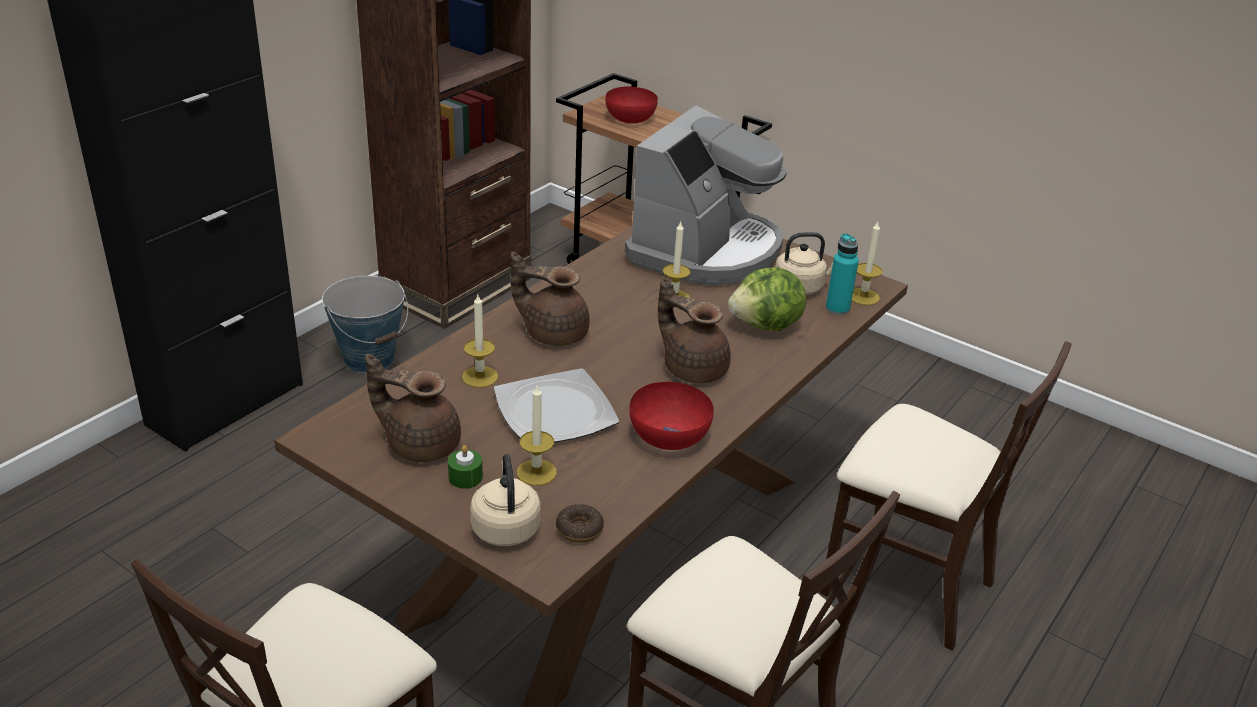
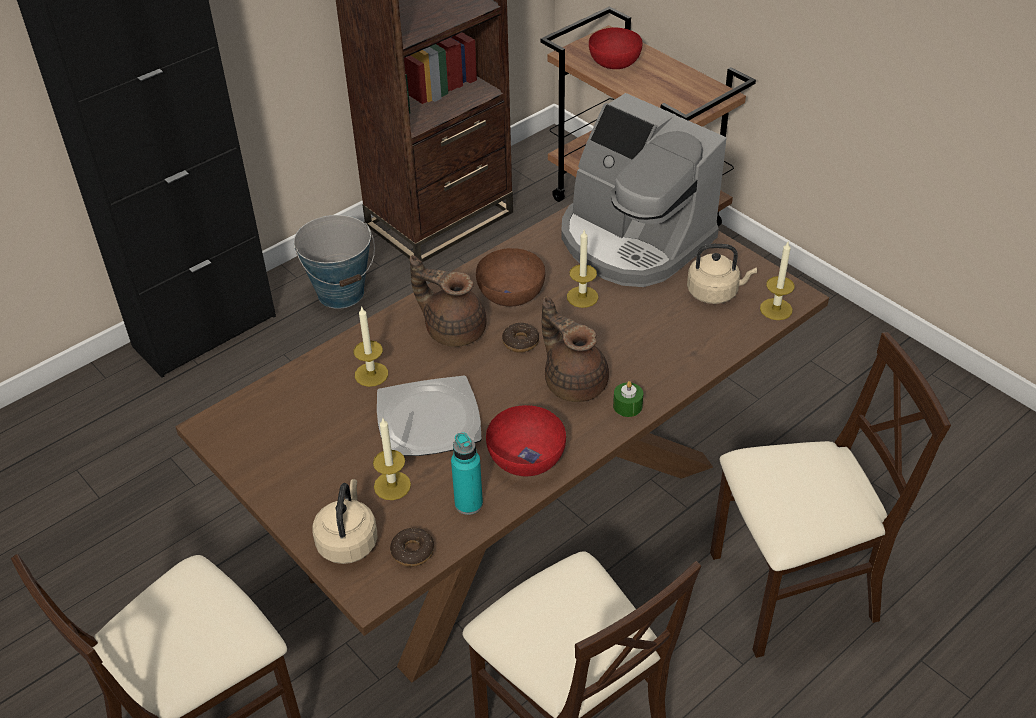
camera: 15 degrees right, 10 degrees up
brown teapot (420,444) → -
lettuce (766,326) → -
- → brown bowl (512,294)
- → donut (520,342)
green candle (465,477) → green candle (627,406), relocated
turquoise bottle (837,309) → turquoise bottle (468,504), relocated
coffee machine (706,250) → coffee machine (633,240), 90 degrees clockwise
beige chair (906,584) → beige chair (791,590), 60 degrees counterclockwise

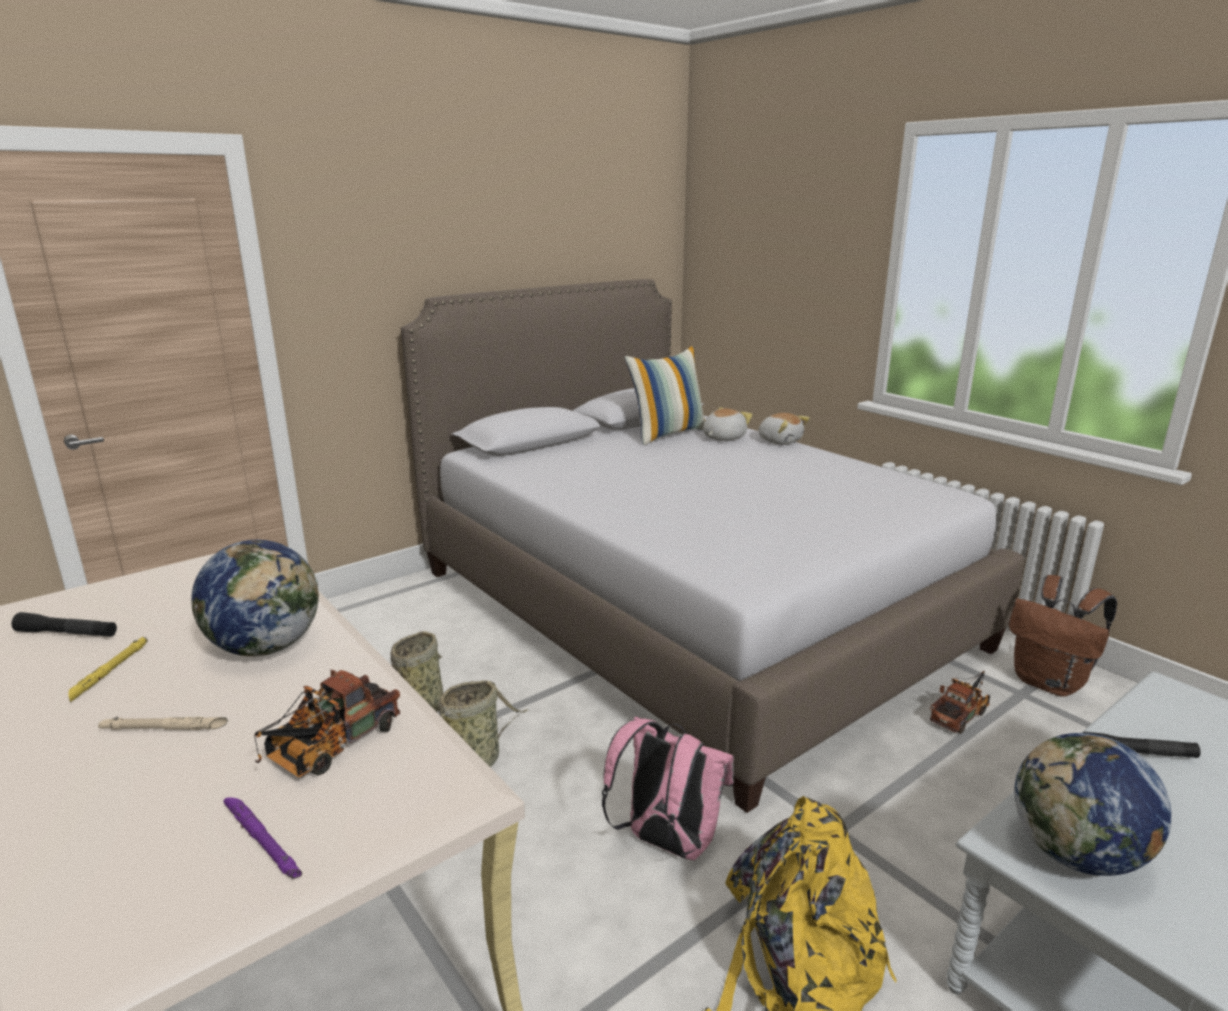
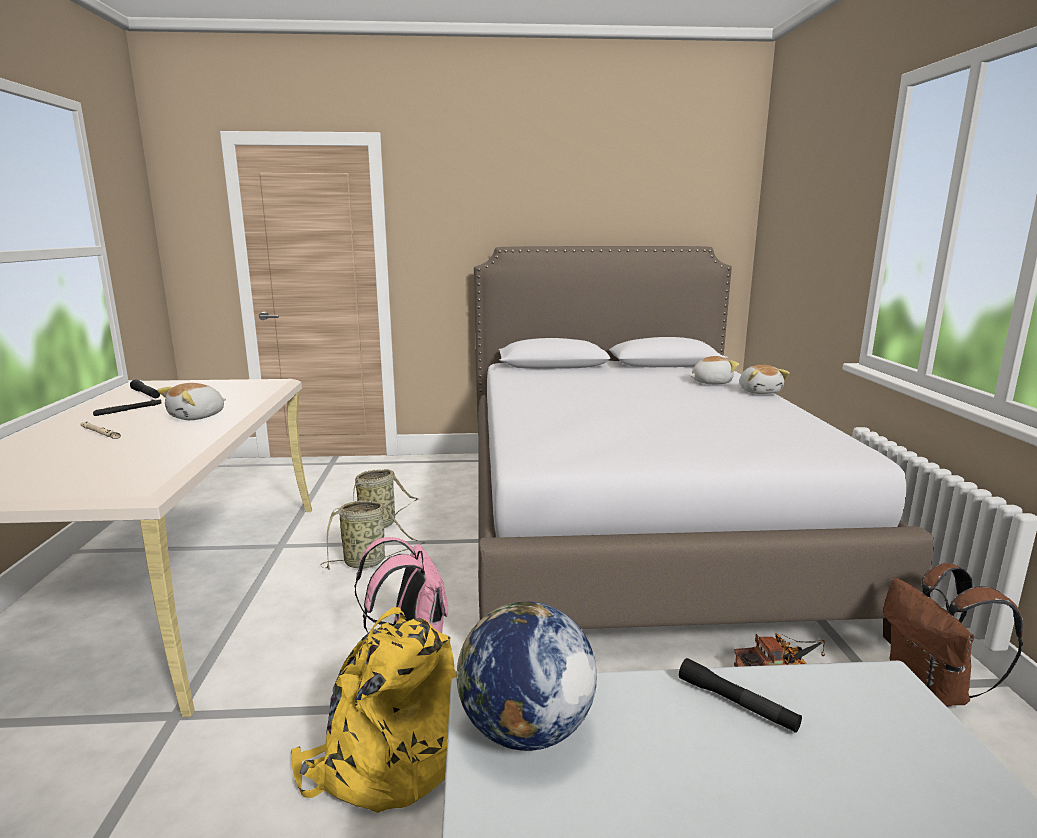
camera: 35 degrees right, 5 degrees down
purple flashlight (262,841) → -
toy truck (329,748) → -
pillow (668,434) → -
globe (267,647) → plush toy (198,417)
yellow flashlight (109,672) → black flashlight (128,410)

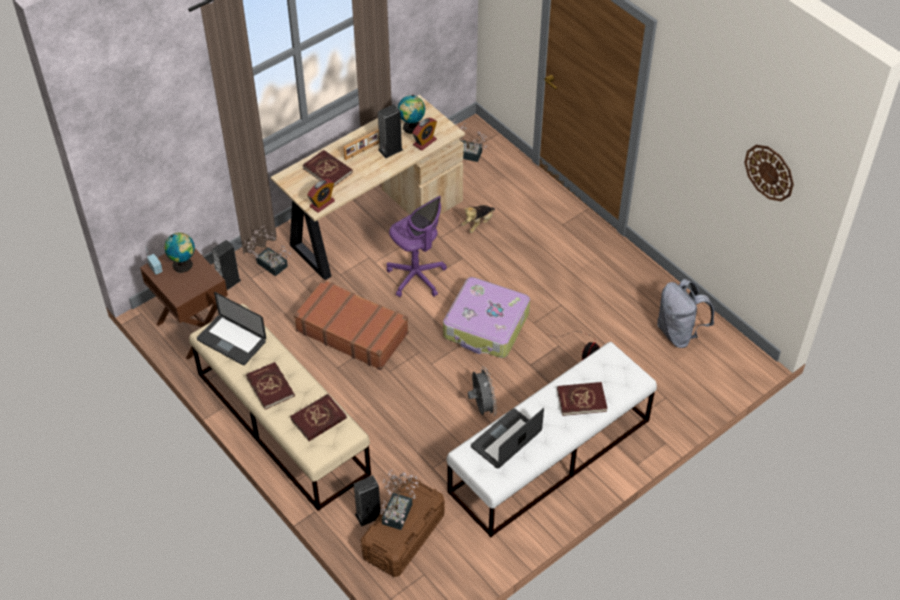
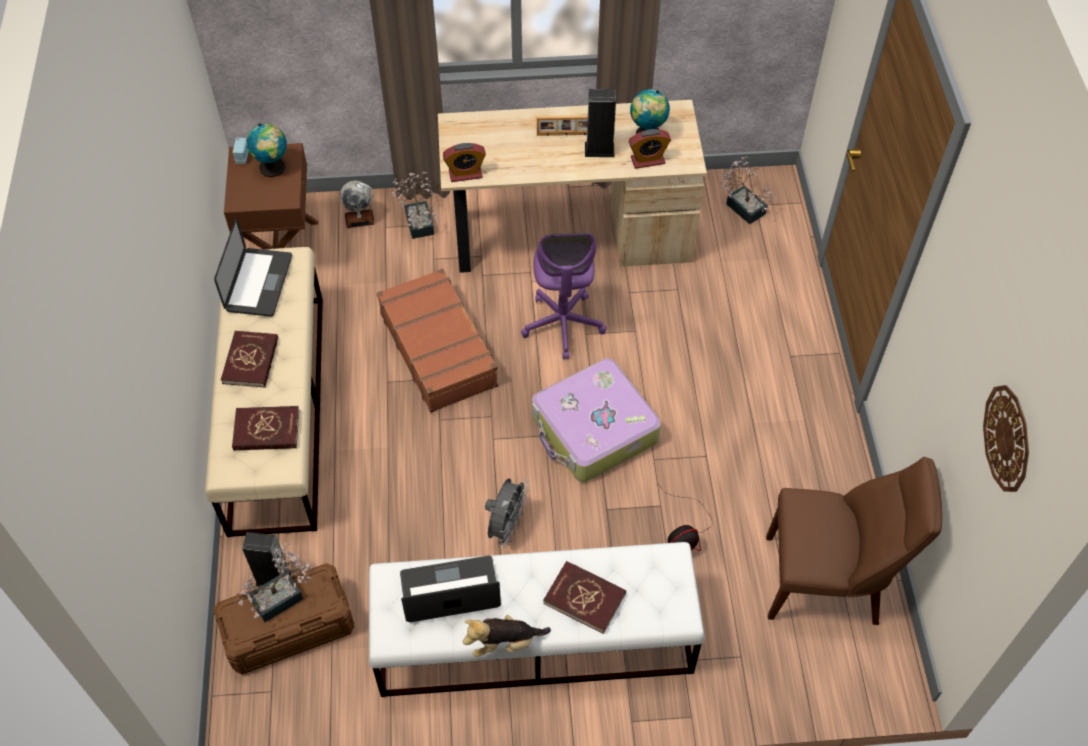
camera: 35 degrees right, 5 degrees up
red book (327,170) → -
plush toy (478,224) → plush toy (504,643), relocated
speaker (229,282) → globe (359,219)
grey backpack (679,333) → brown chair (828,581)
laptop (231,340) → laptop (259,283), 150 degrees counterclockwise

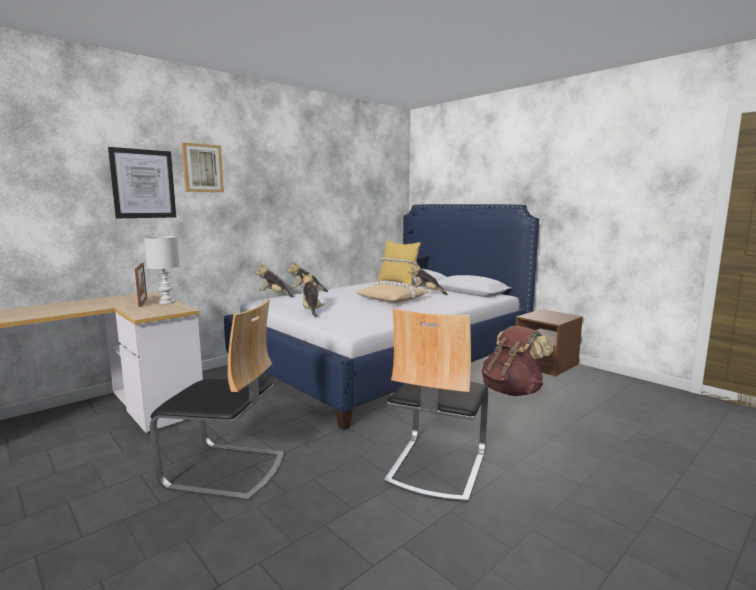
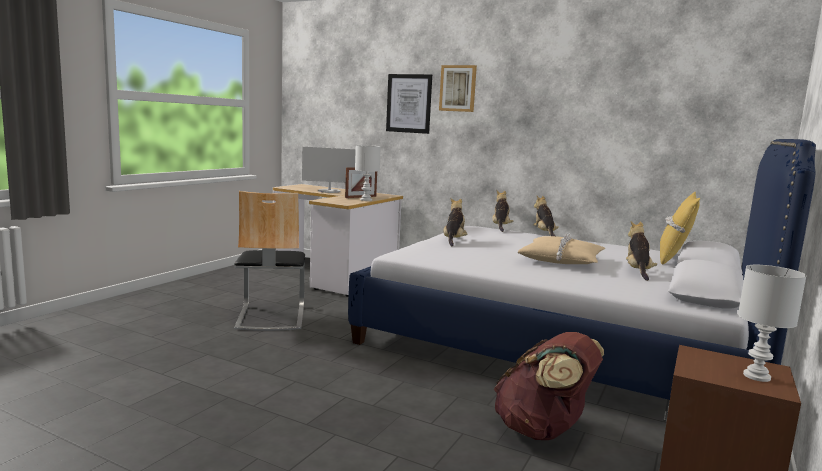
camera: 70 degrees right, 0 degrees up
chair (436,466) → -
- → monitor (329,191)
- → white table lamp (757,377)
plush toy (311,311) → plush toy (454,240), 45 degrees counterclockwise

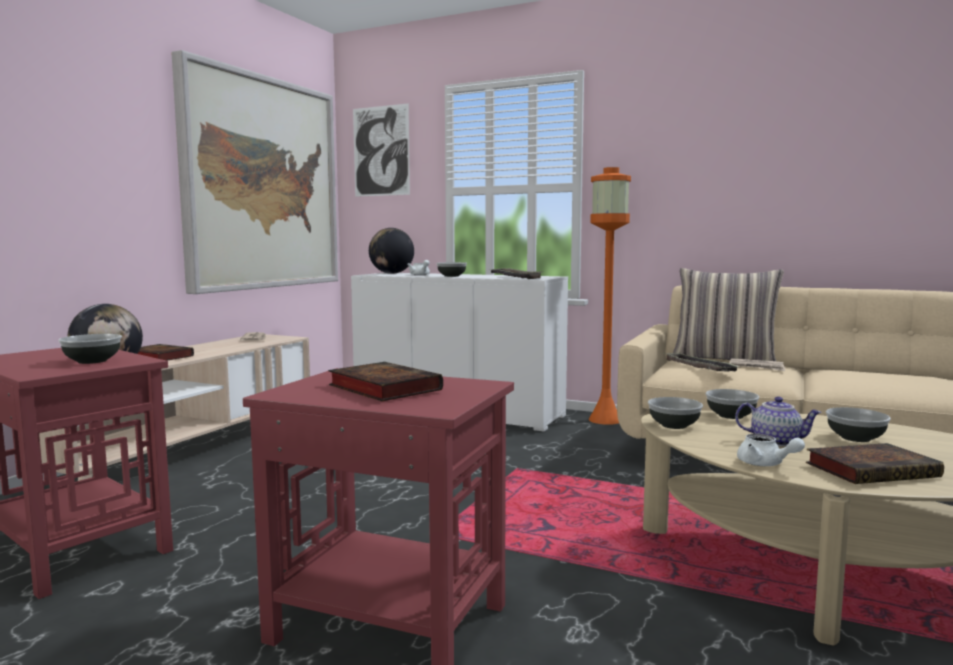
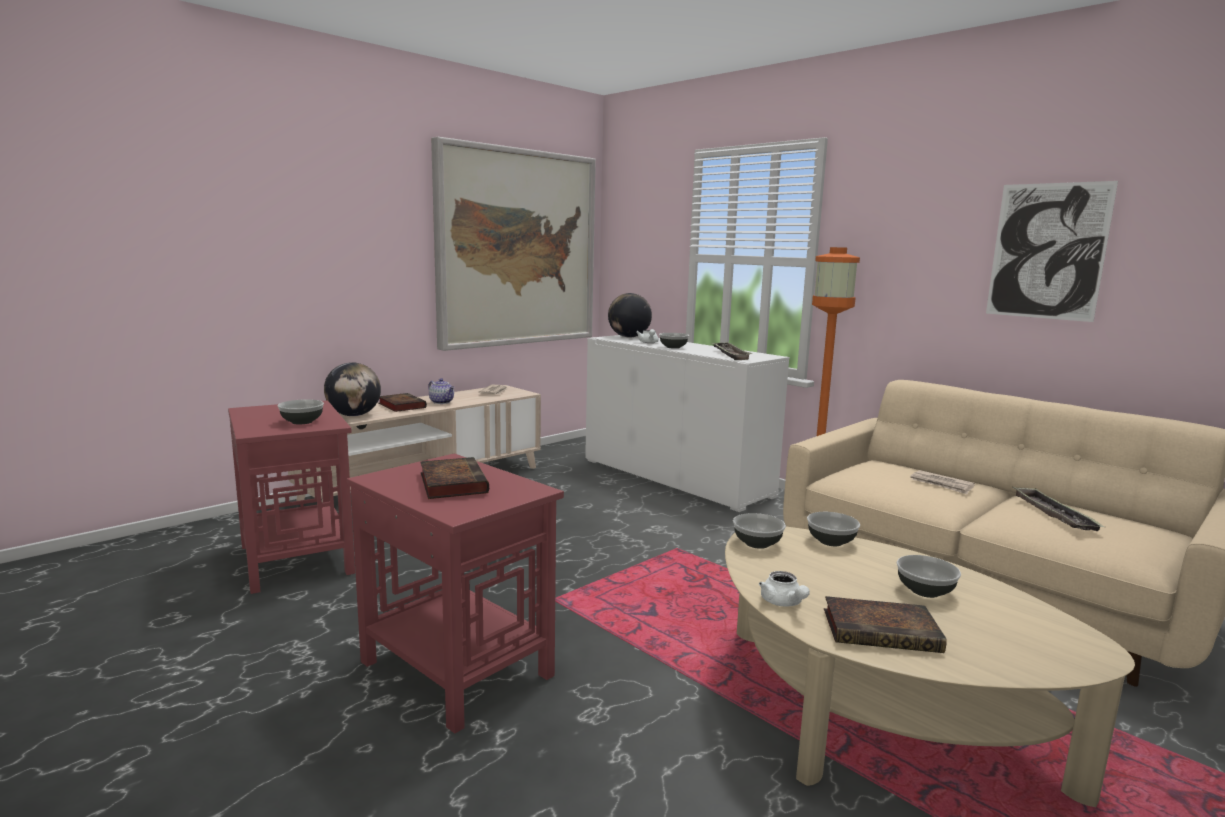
camera: 20 degrees right, 5 degrees up
pillow (724,359) → -
picture (381,151) → picture (1047,251), relocated
tray (699,367) → tray (1053,514), relocated
teapot (776,441) → teapot (442,402), relocated

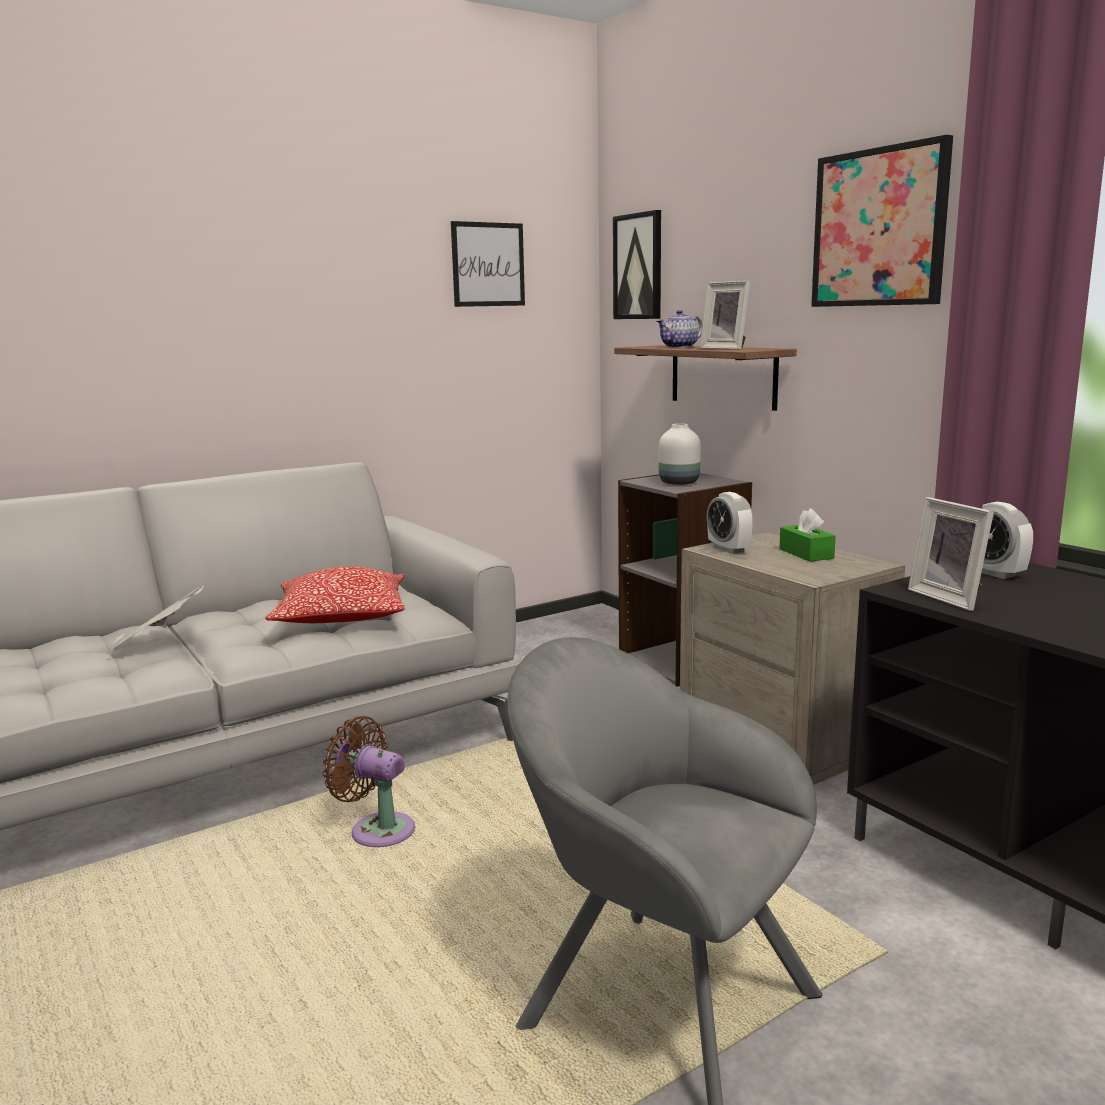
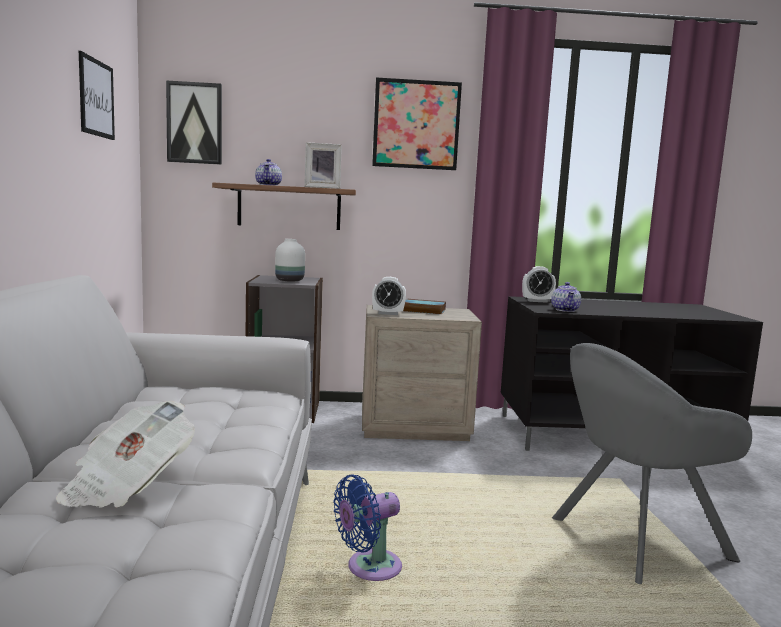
camera: 60 degrees left, 5 degrees down
pillow (341,618) → -
green tissue box (806,553) → book (422,310)
picture frame (950,598) → teapot (565,310)
brown fan (377,830) → blue fan (368,568)

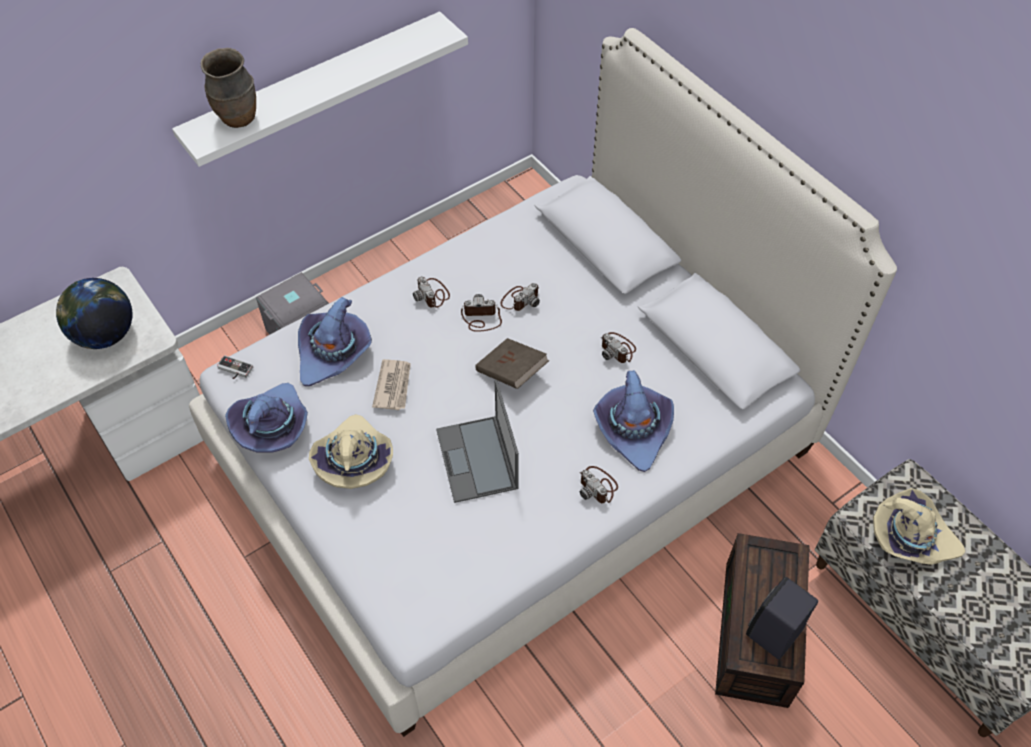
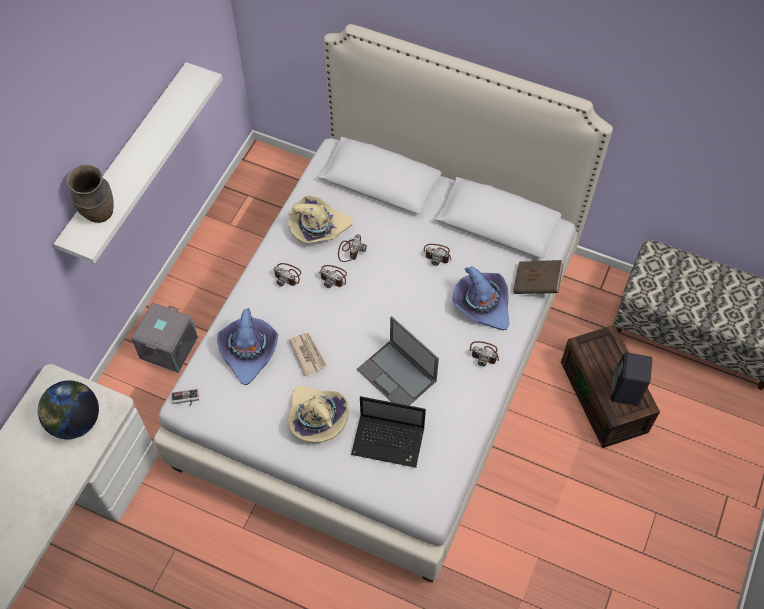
camera: 30 degrees left, 5 degrees up
purple hat (272,425) → -
- → laptop (389,441)
brown book (511,373) → brown book (536,284), relocated
beige hat (911,537) → beige hat (318,227), relocated
photo camera (481,319) → photo camera (333,277), 120 degrees counterclockwise

